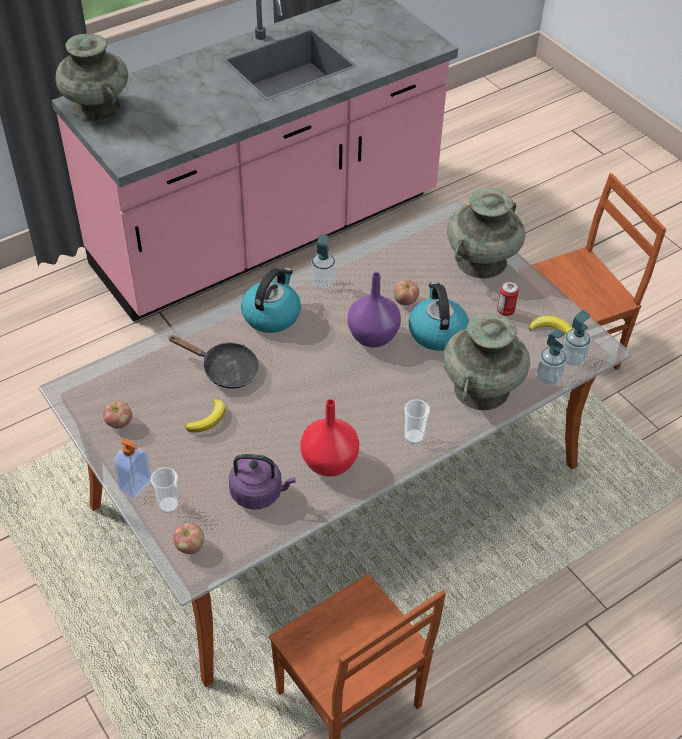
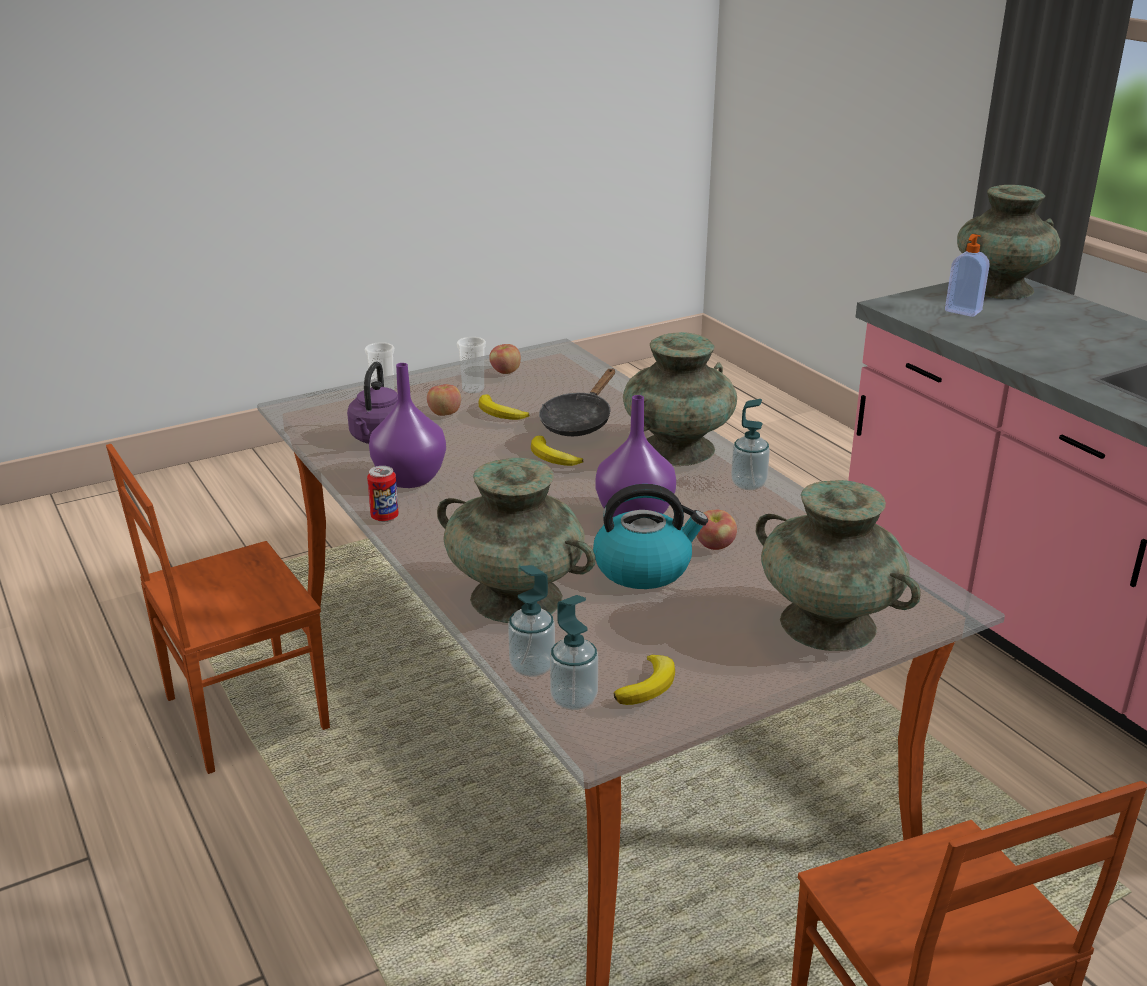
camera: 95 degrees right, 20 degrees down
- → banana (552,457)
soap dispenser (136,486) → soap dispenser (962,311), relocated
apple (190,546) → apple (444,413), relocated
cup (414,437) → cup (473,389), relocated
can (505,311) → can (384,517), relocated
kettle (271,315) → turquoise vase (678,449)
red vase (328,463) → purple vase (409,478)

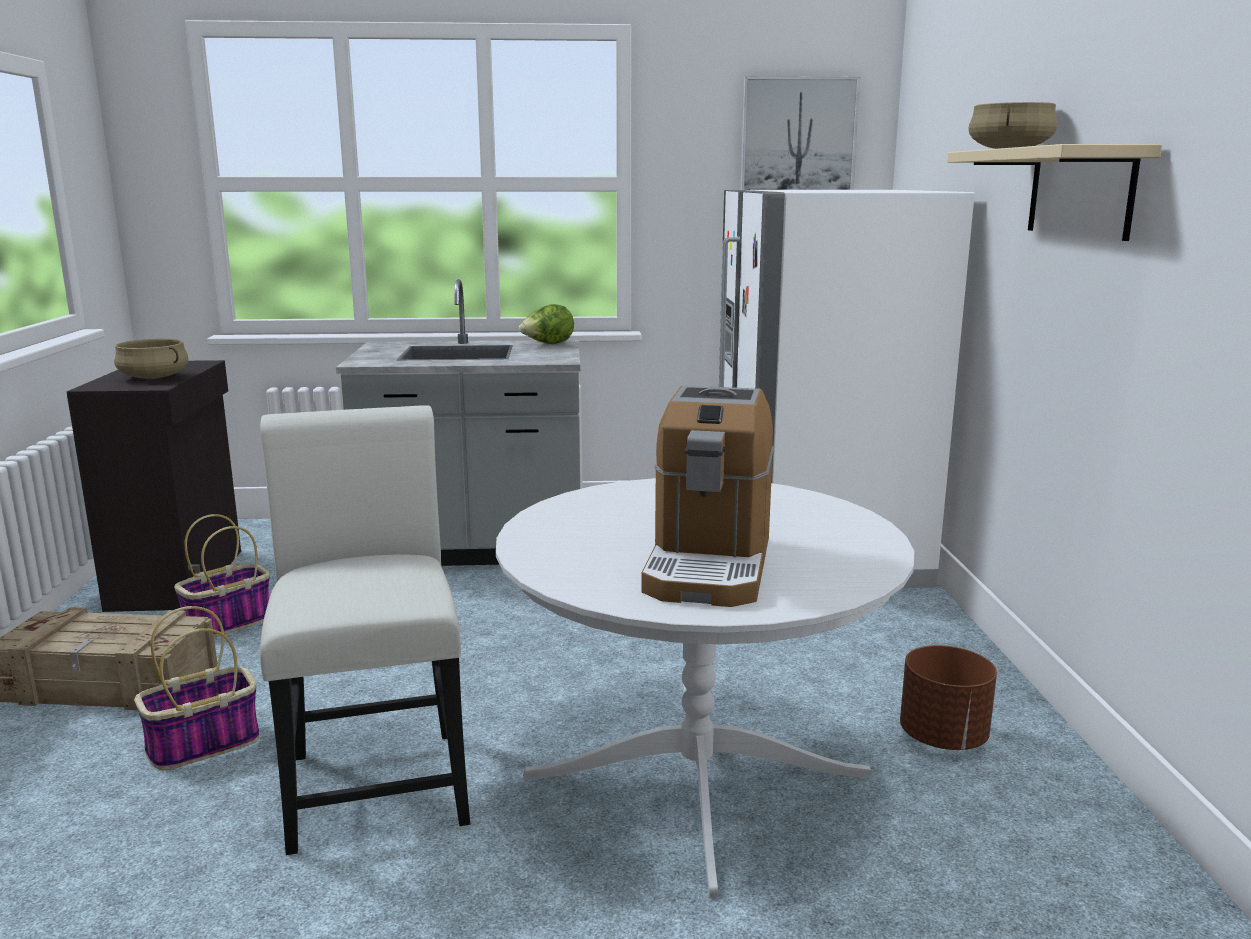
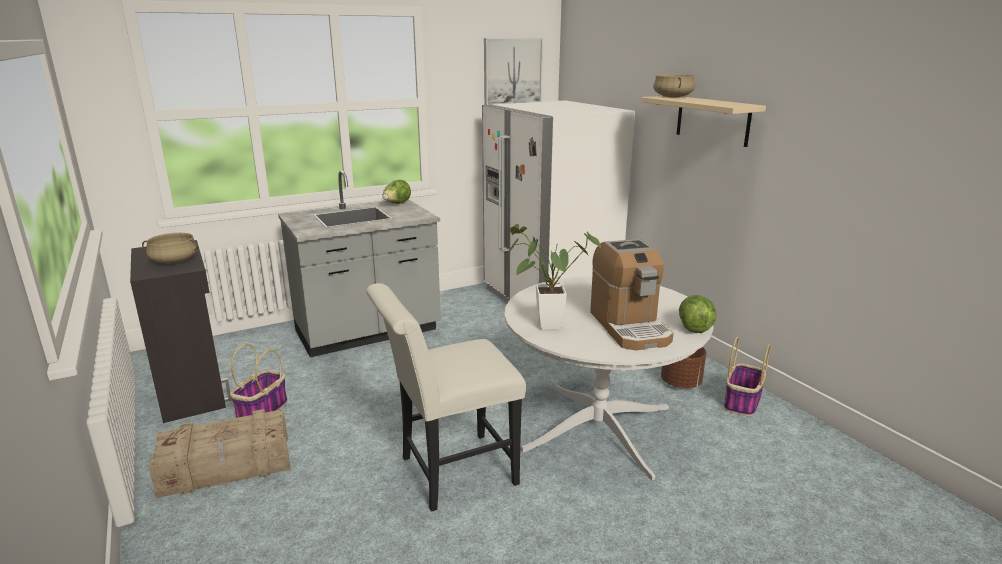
camera: 25 degrees left, 5 degrees up
- → potted plant (543,325)
- → lettuce (694,327)
basket (202,745) → basket (742,403), relocated
white chair (377,778) → white chair (450,473), 75 degrees counterclockwise

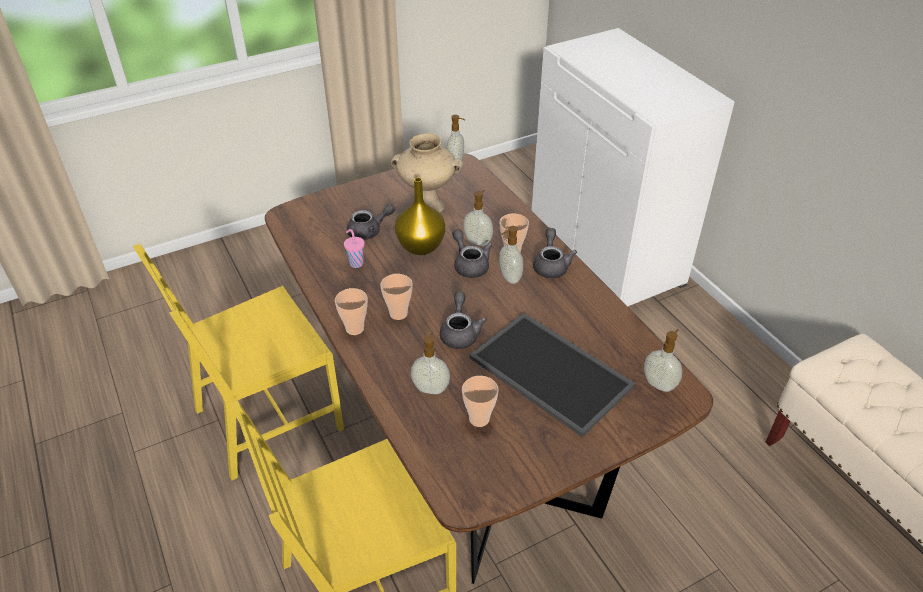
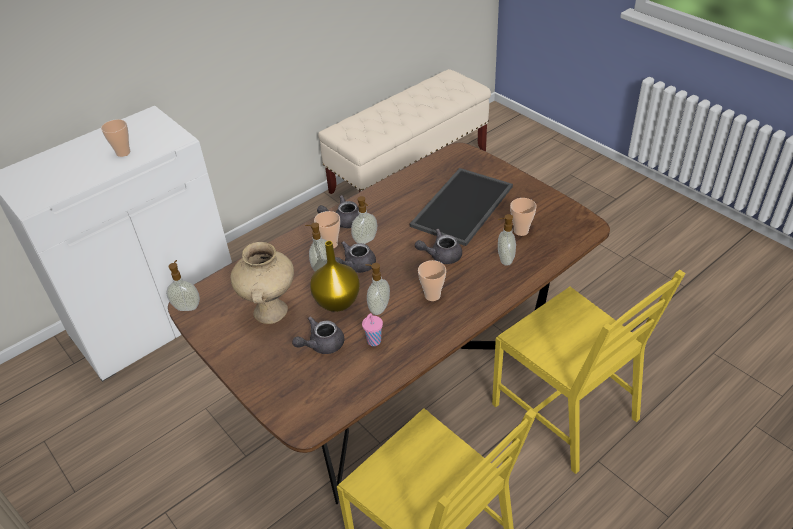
camera: 100 degrees left, 0 degrees up
cup (354,328) → cup (123,152), relocated
soap dispenser (659,383) → soap dispenser (378,308), relocated
grey teapot (369,231) → grey teapot (321,345), 90 degrees counterclockwise

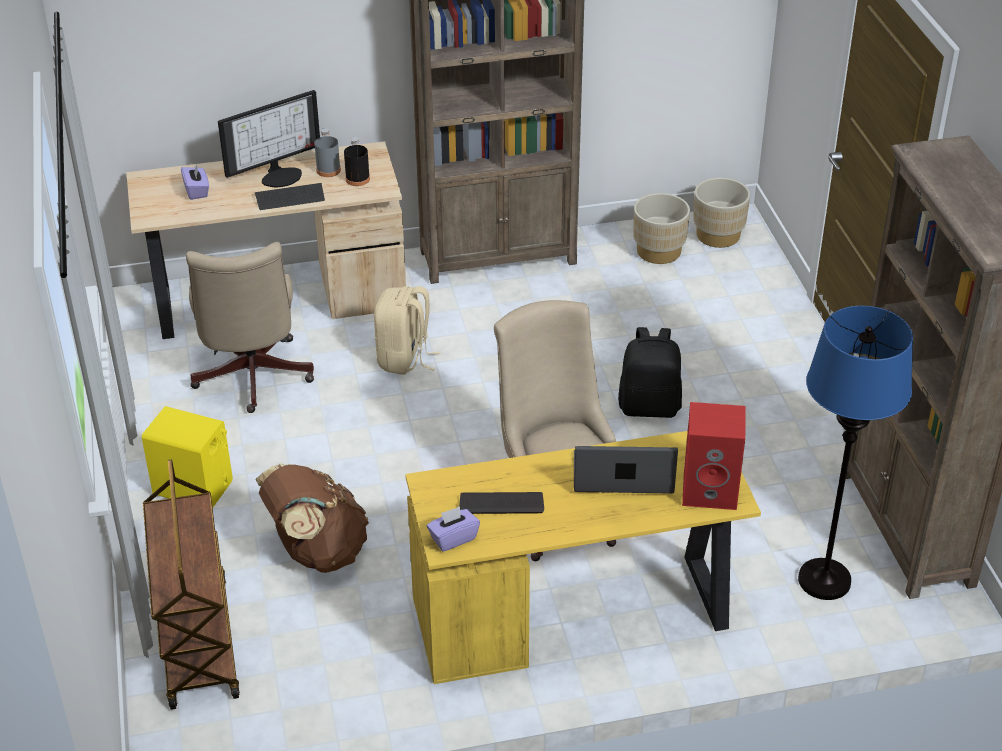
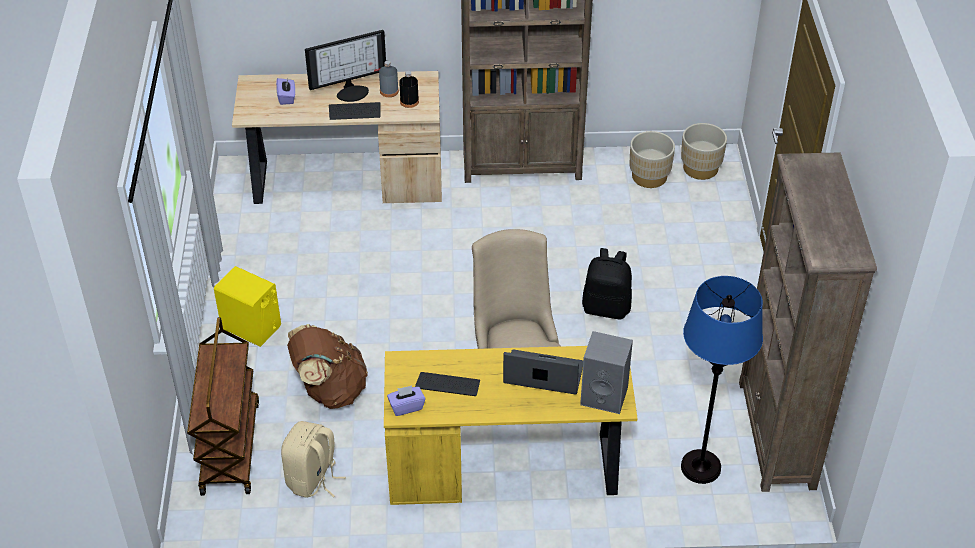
camera: 10 degrees right, 5 degrees up
beige office chair (251,379) → -
beige backpack (404,359) → beige backpack (313,479), relocated
red speaker (711,490) → grey speaker (605,395)

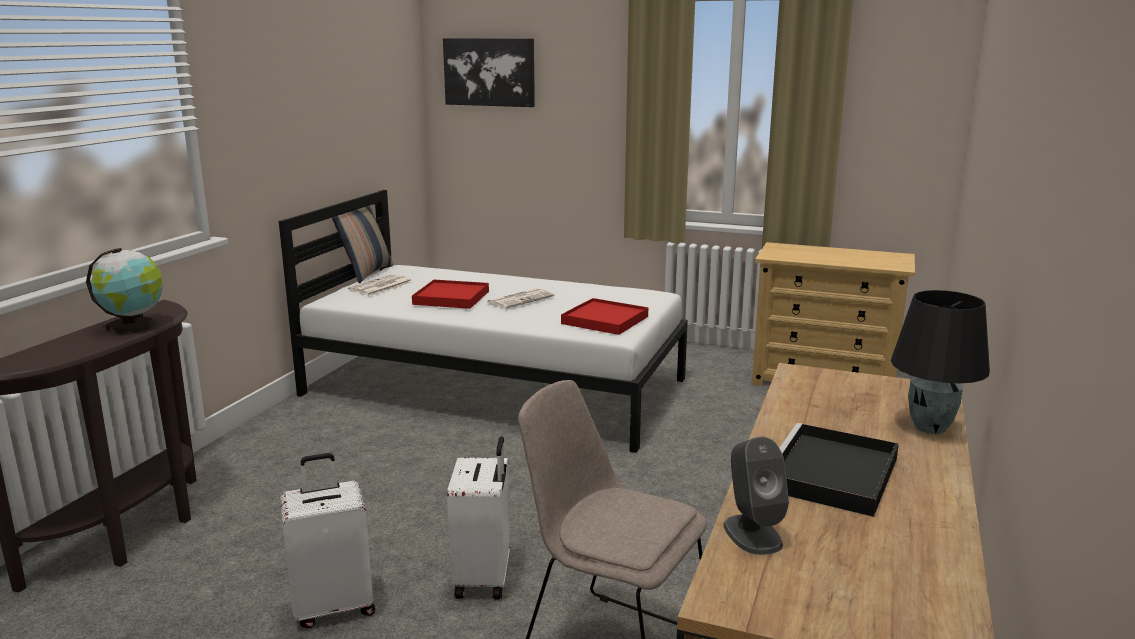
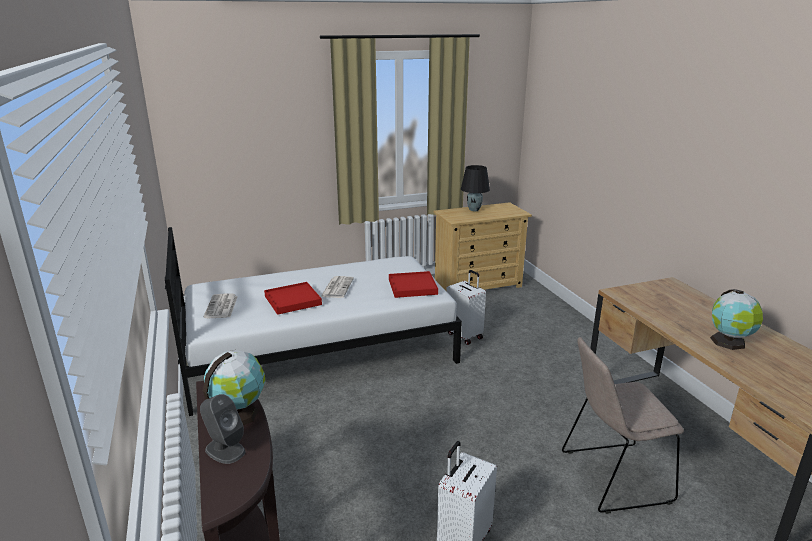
camera: 40 degrees left, 5 degrees up
pillow (366,273) → -
picture (489,72) → -
white suitcase (484,579) → white suitcase (465,335), relocated
grey speaker (752,534) → grey speaker (224,450), relocated
black table lamp (931,428) → black table lamp (474,210), relocated
black tray (832,475) → globe (729,342)

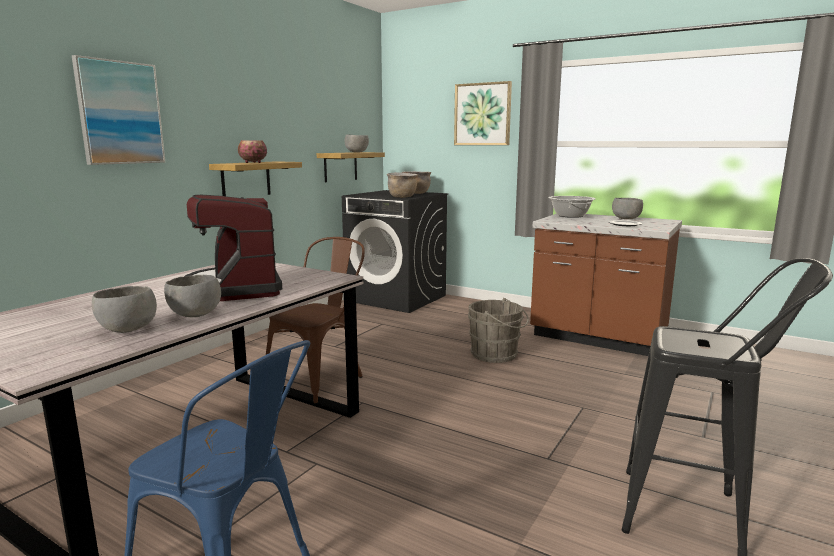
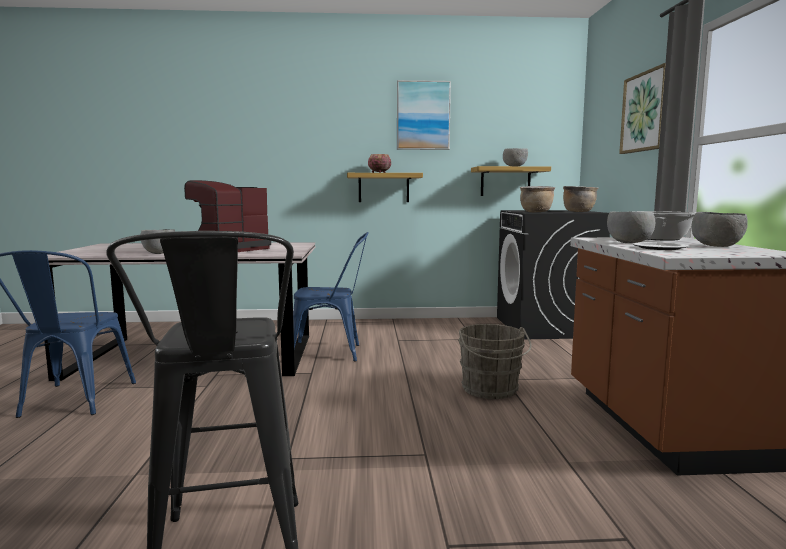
camera: 55 degrees right, 5 degrees down
picture (120,113) → picture (423,115), relocated
grey bowl (127,330) → grey bowl (628,243), relocated
brown chair (320,379) → blue chair (332,353)

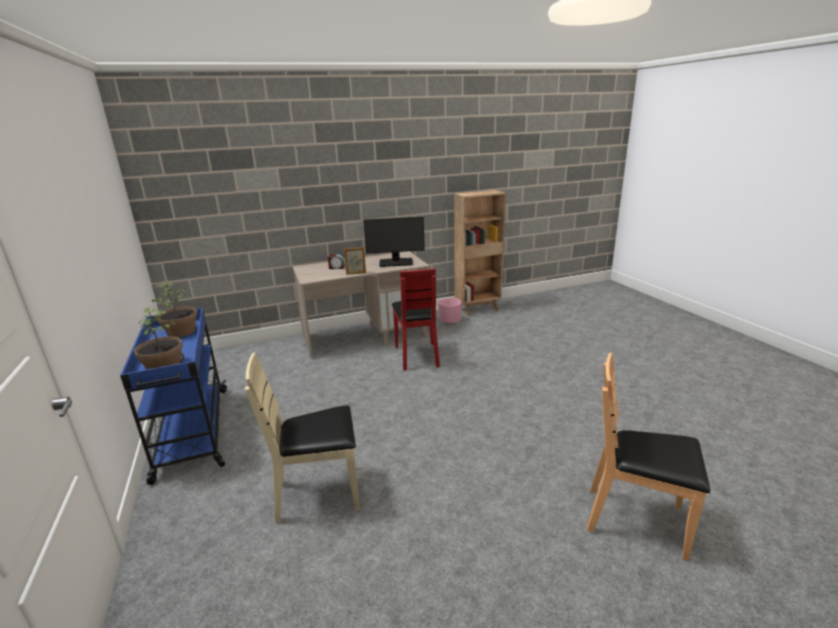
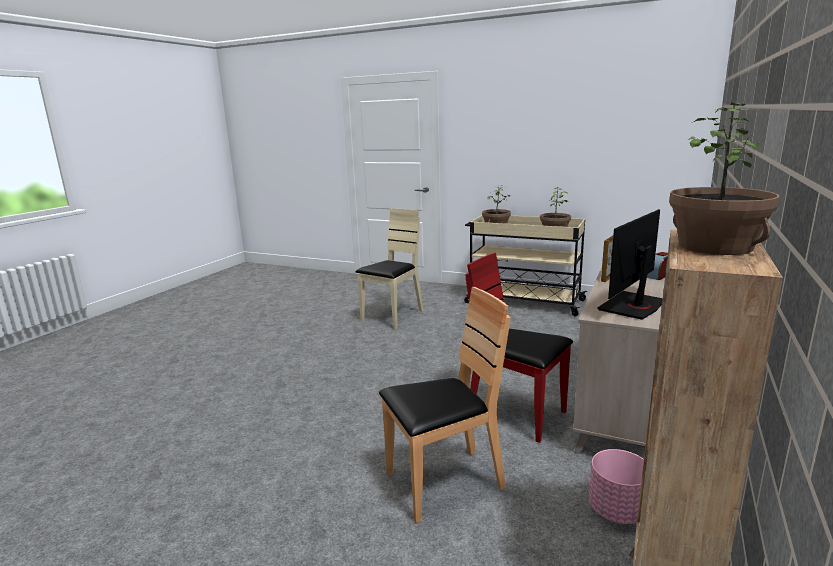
camera: 135 degrees right, 5 degrees down
- → potted plant (715,246)
brown chair (636,520) → brown chair (444,482), relocated
blue cart (193,432) → beige cart (523,301)

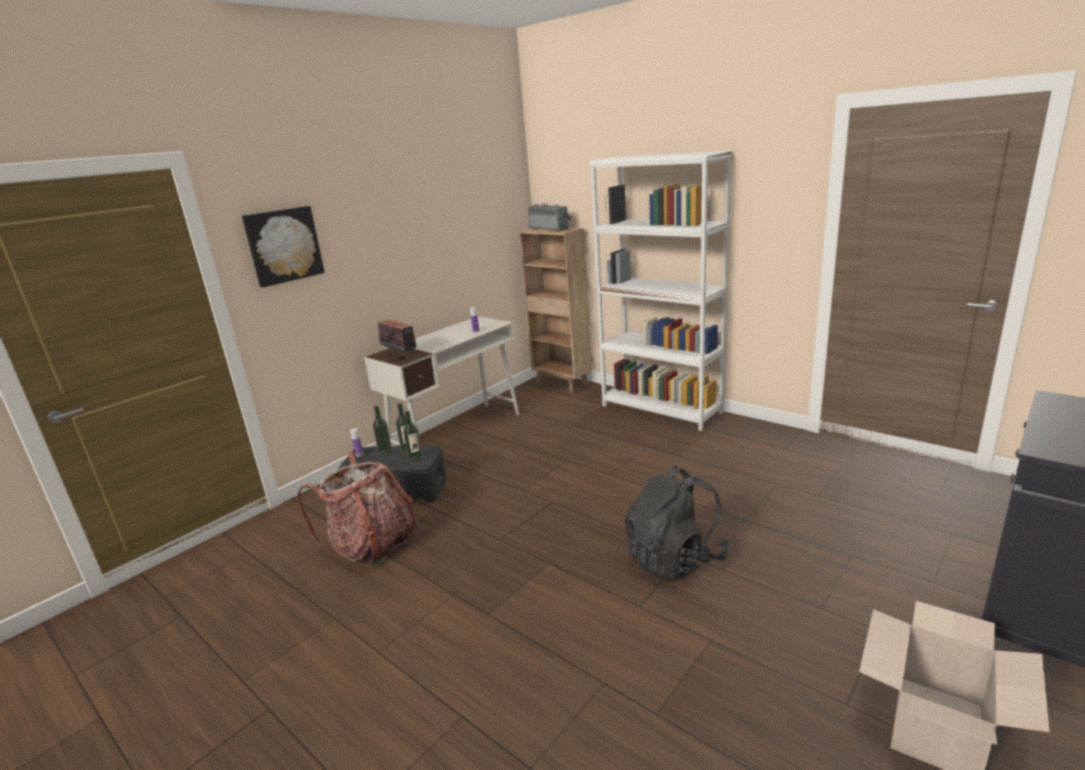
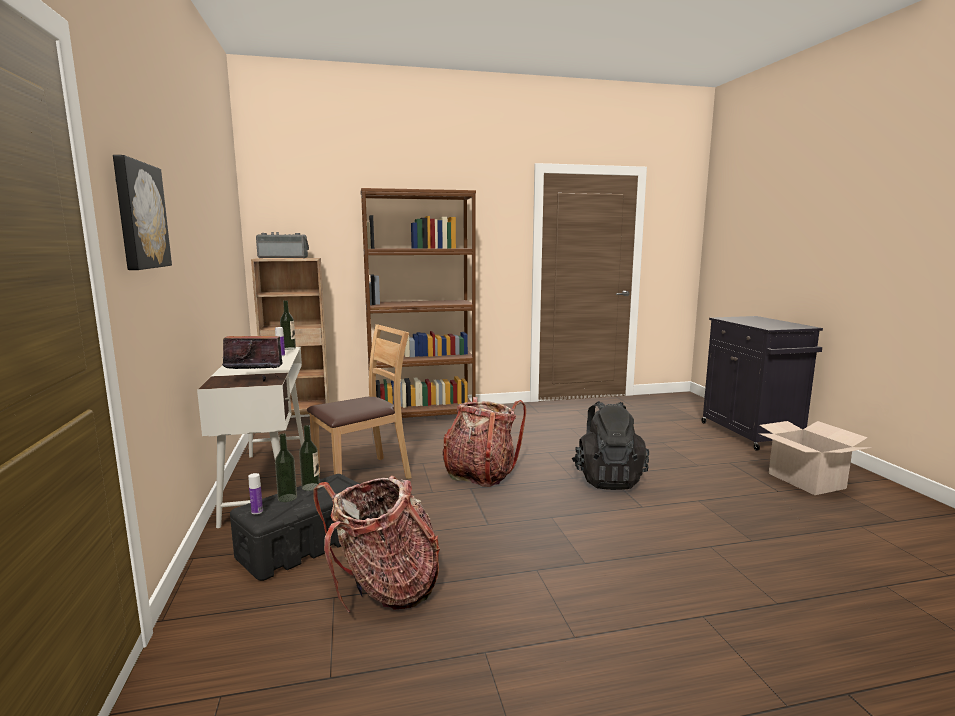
camera: 55 degrees left, 10 degrees down
- → brown chair (363,476)
- → backpack (480,474)
bottle (415,459) → bottle (289,348), relocated
white bookcase (661,409) → brown bookcase (422,416)

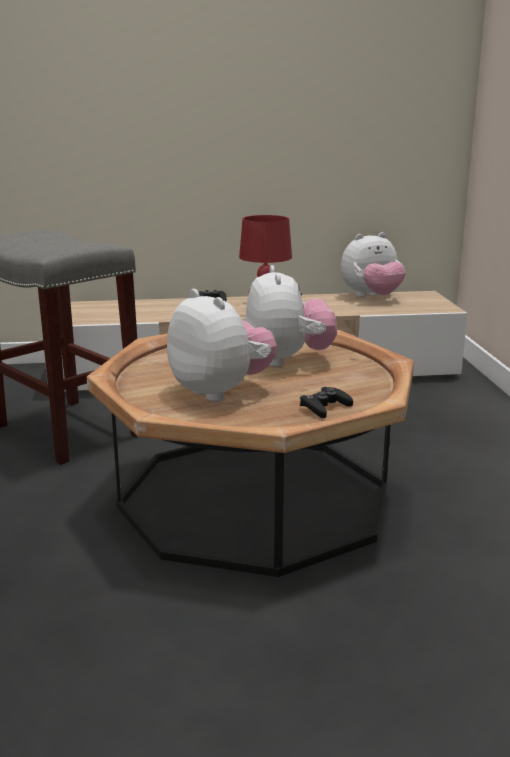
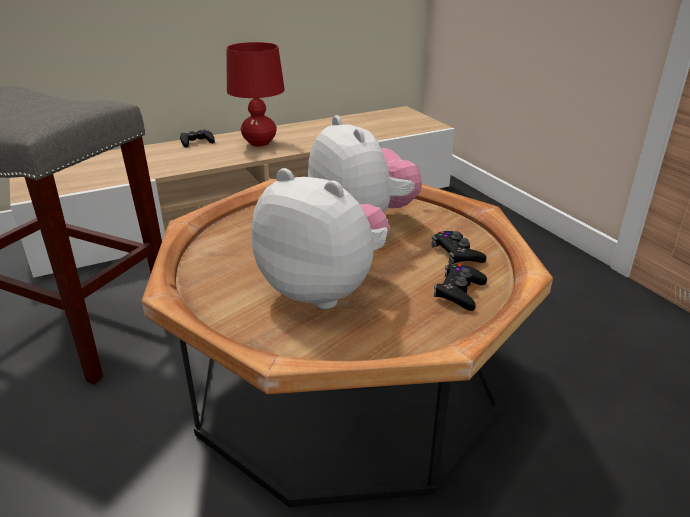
camera: 20 degrees left, 10 degrees up
plush toy (371,297) → -
- → black game controller (456,254)

